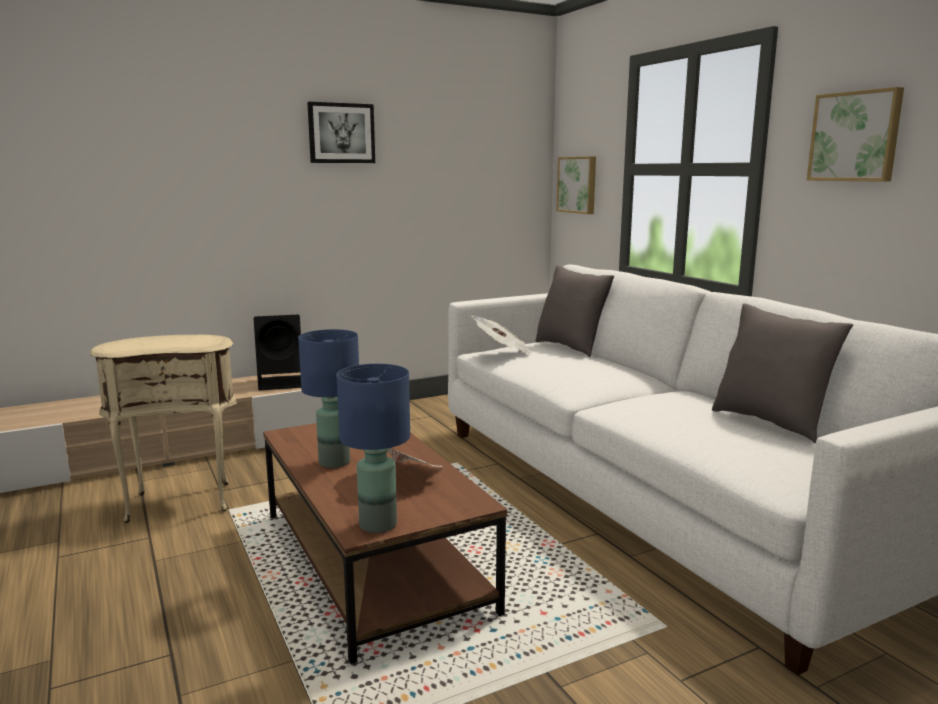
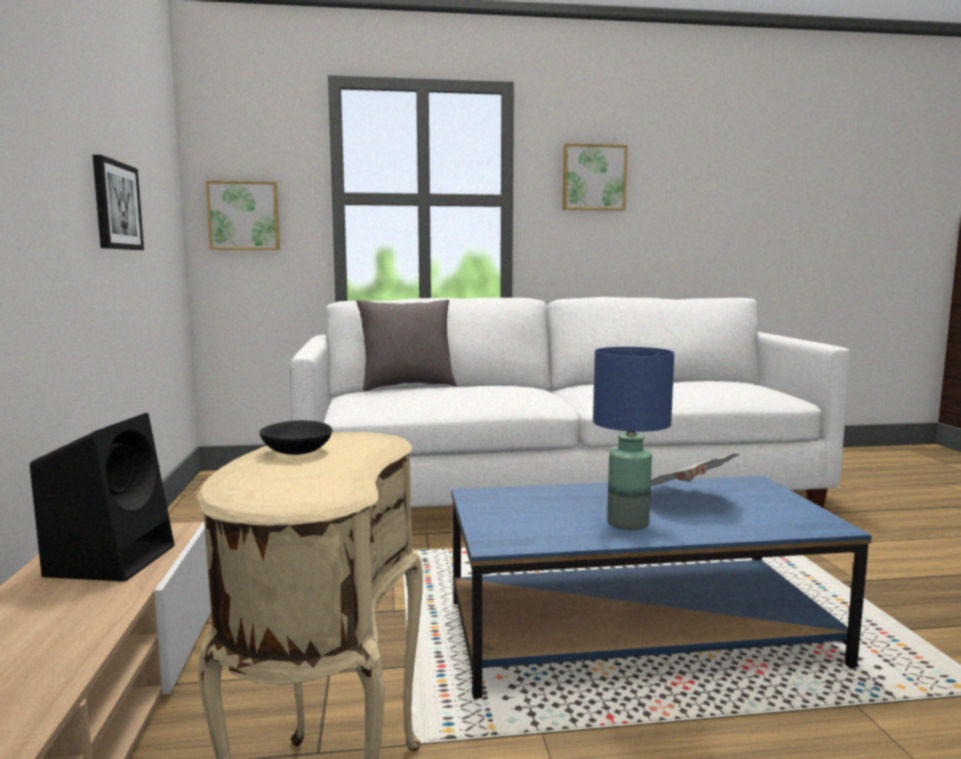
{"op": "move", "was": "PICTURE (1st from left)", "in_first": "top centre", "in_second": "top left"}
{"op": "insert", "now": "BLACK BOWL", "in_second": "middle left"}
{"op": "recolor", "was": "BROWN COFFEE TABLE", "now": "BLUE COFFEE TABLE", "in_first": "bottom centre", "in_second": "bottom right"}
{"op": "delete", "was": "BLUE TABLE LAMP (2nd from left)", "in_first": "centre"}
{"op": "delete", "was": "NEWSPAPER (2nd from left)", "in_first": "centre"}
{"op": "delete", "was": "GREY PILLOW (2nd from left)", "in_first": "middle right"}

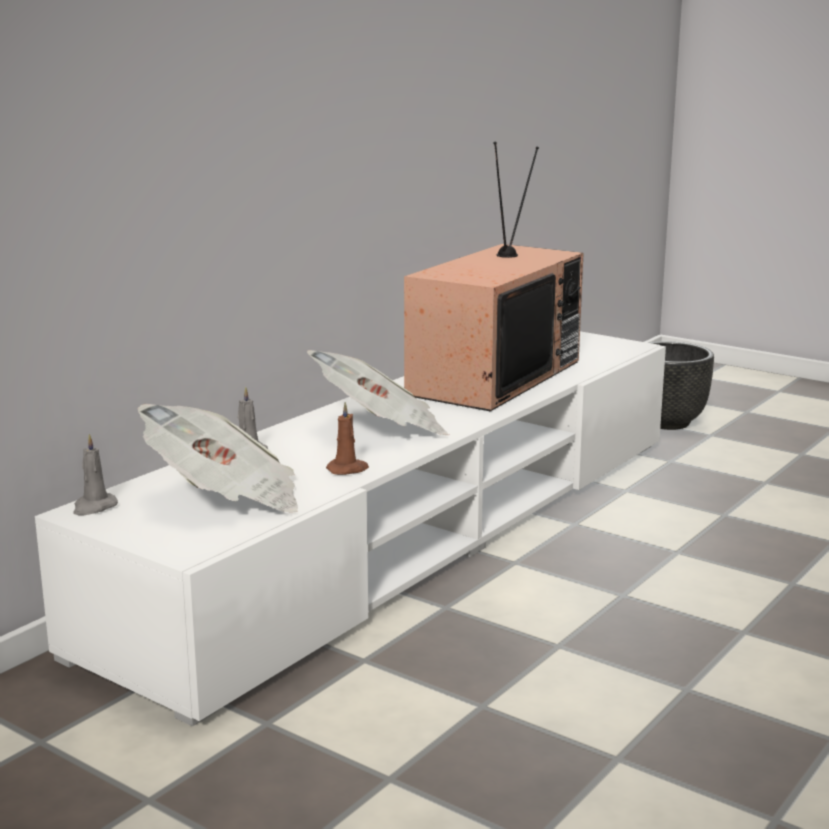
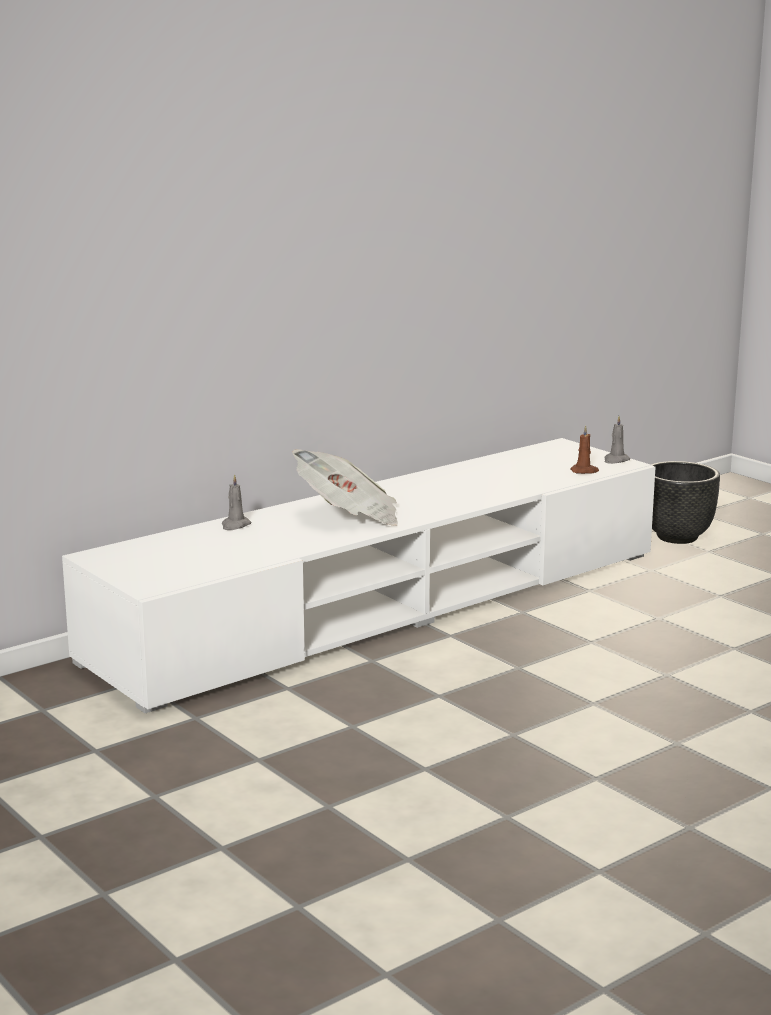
{"op": "move", "was": "BROWN CANDLE", "in_first": "centre", "in_second": "middle right"}
{"op": "move", "was": "GREY CANDLE (1st from left in the first image)", "now": "GREY CANDLE (2nd from left)", "in_first": "middle left", "in_second": "middle right"}
{"op": "delete", "was": "NEWSPAPER (1st from left)", "in_first": "middle left"}
{"op": "delete", "was": "TELEVISION", "in_first": "top centre"}

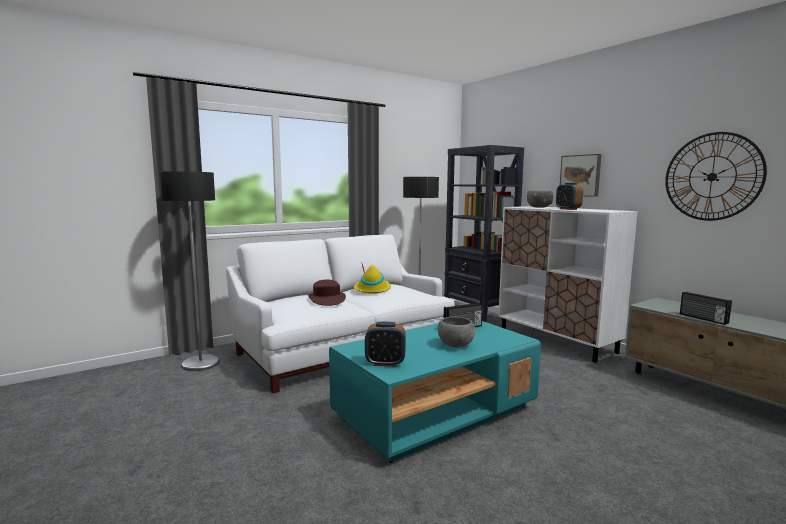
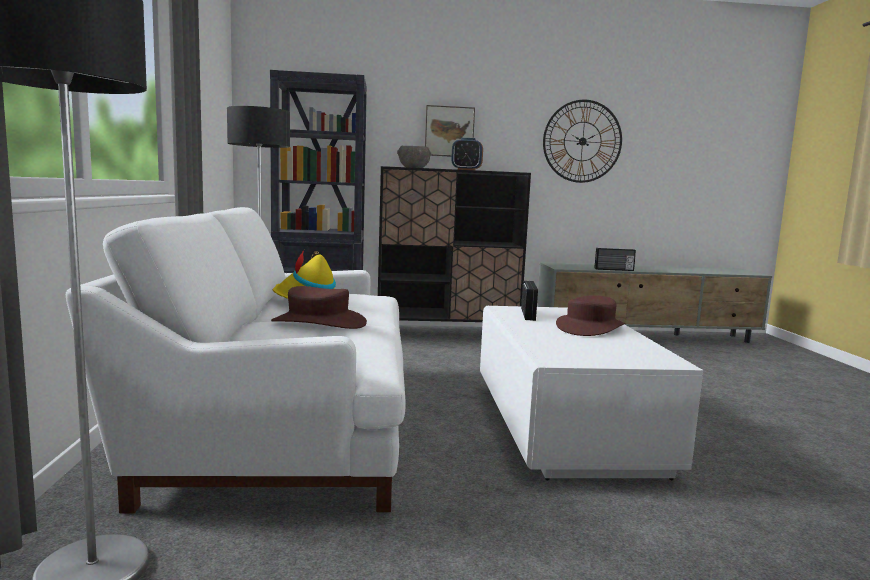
{"op": "recolor", "was": "WHITE CABINET", "now": "BLACK CABINET", "in_first": "middle right", "in_second": "centre"}
{"op": "recolor", "was": "TURQUOISE COFFEE TABLE", "now": "WHITE COFFEE TABLE", "in_first": "bottom centre", "in_second": "bottom right"}
{"op": "replace", "was": "GREY BOWL (1st from left)", "now": "BROWN HAT (2nd from left)", "in_first": "centre", "in_second": "middle right"}
{"op": "delete", "was": "ALARM CLOCK (1st from left)", "in_first": "centre"}

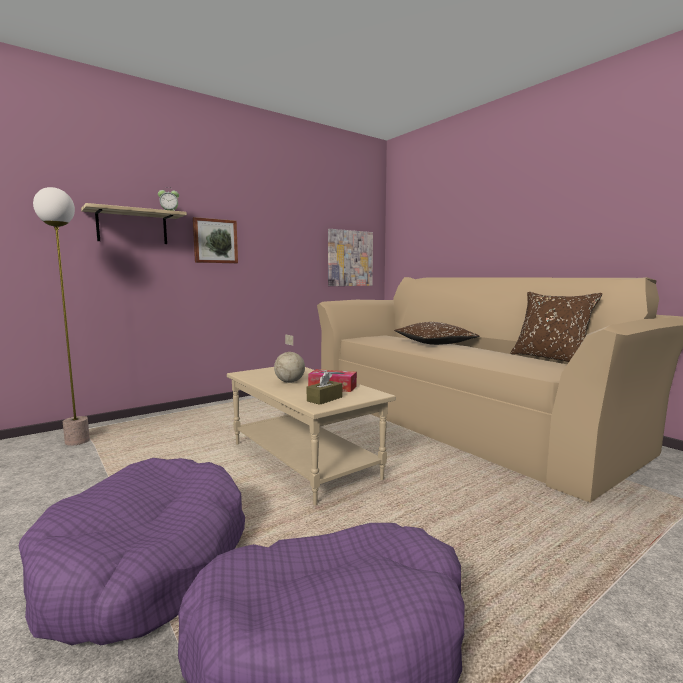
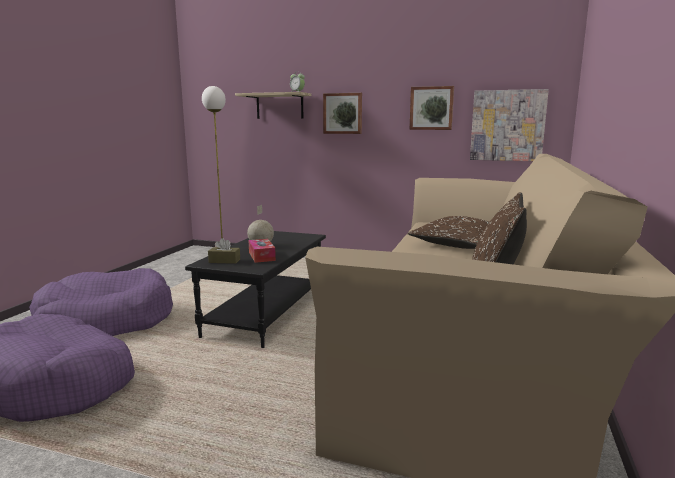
{"op": "recolor", "was": "BEIGE COFFEE TABLE", "now": "BLACK COFFEE TABLE", "in_first": "centre", "in_second": "centre"}
{"op": "insert", "now": "PICTURE (2nd from left)", "in_second": "top centre"}

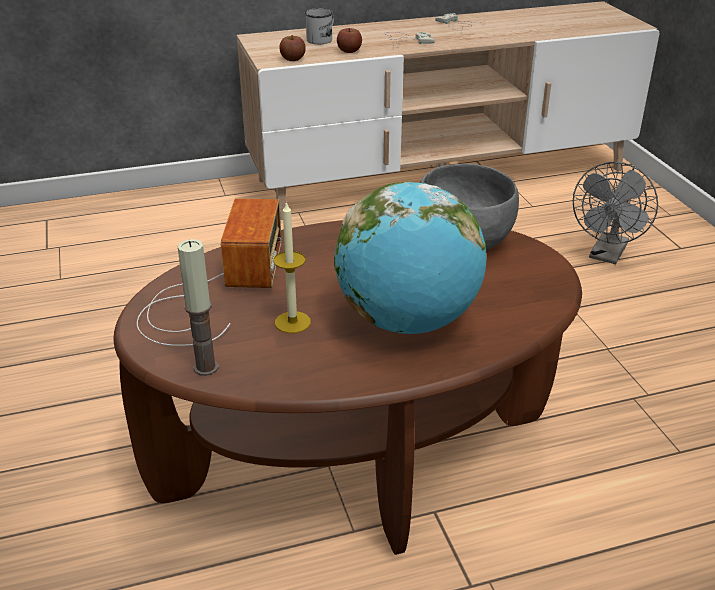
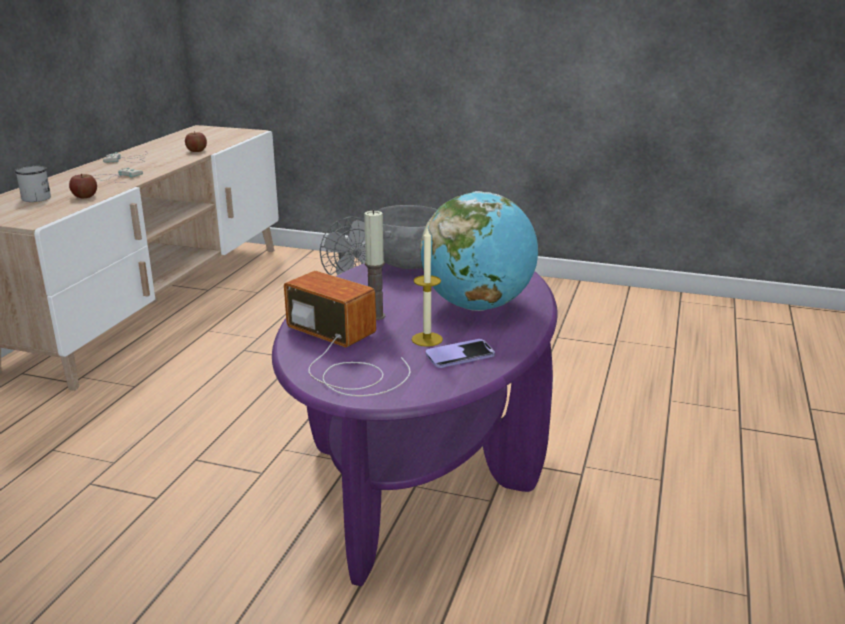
{"op": "move", "was": "APPLE (1st from left in the first image)", "now": "APPLE (2nd from left)", "in_first": "top centre", "in_second": "top left"}
{"op": "recolor", "was": "BROWN COFFEE TABLE", "now": "PURPLE COFFEE TABLE", "in_first": "centre", "in_second": "bottom centre"}
{"op": "move", "was": "CANDLE (1st from left)", "in_first": "middle left", "in_second": "centre"}
{"op": "insert", "now": "PHONE", "in_second": "centre"}

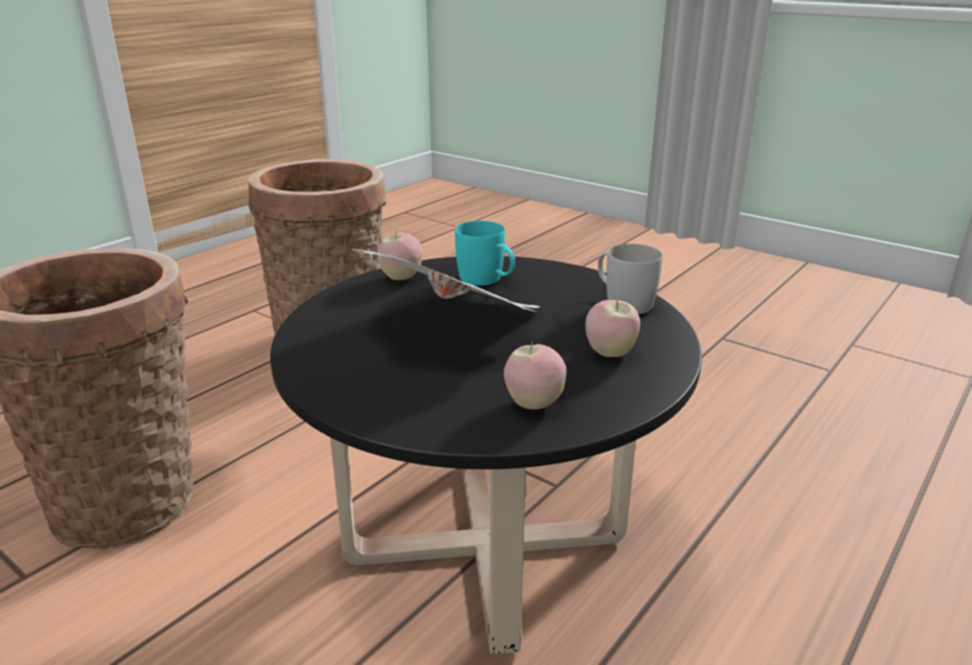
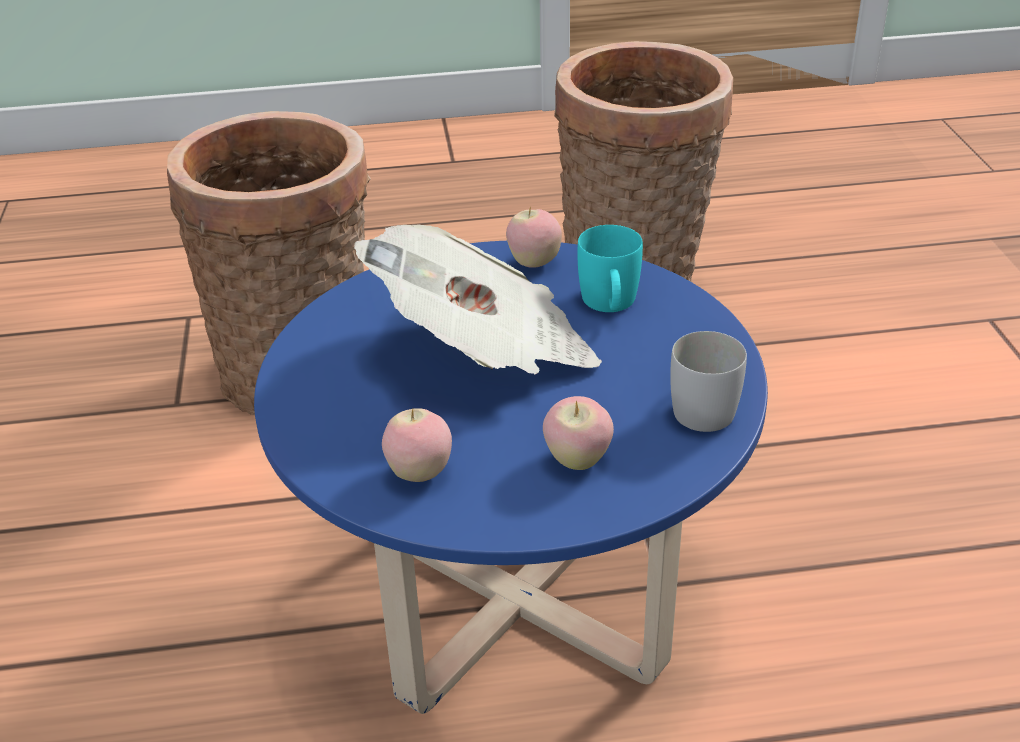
{"op": "recolor", "was": "BLACK COFFEE TABLE", "now": "BLUE COFFEE TABLE", "in_first": "bottom centre", "in_second": "centre"}

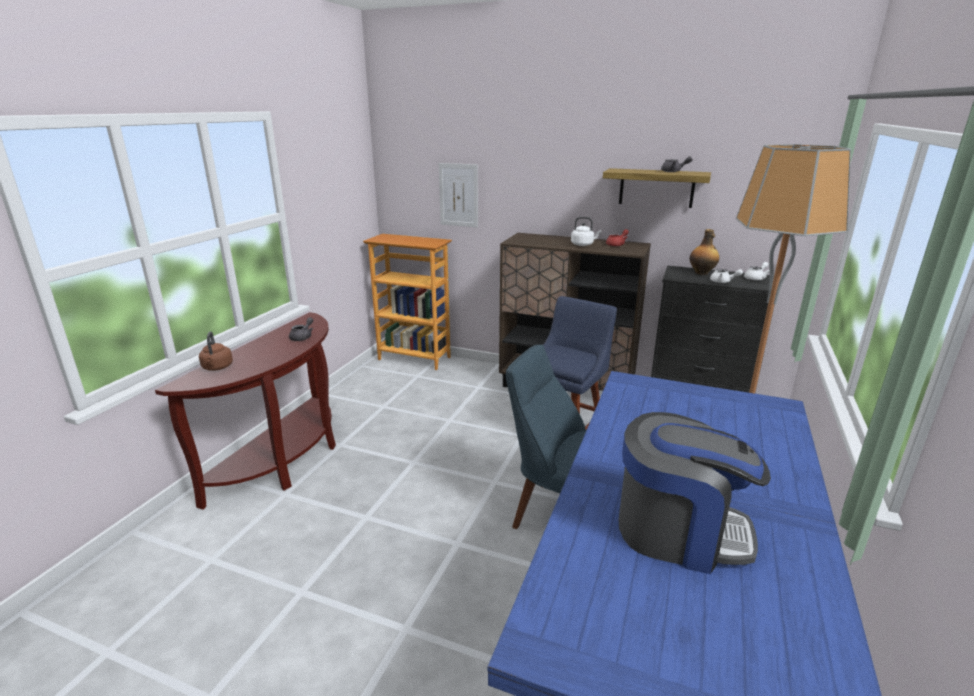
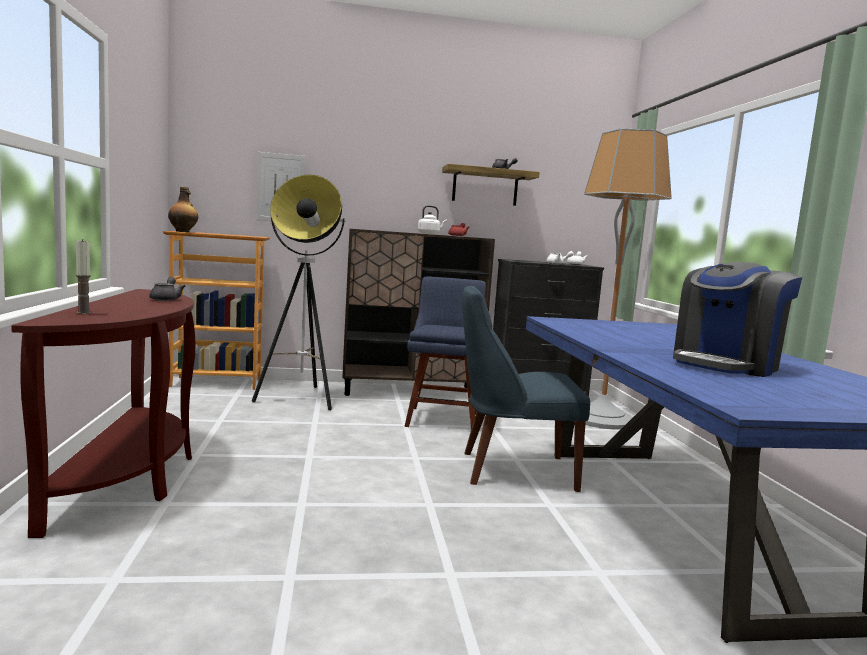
{"op": "replace", "was": "BROWN KETTLE", "now": "CANDLE", "in_first": "middle left", "in_second": "middle left"}
{"op": "move", "was": "BOTTLE", "in_first": "middle right", "in_second": "top left"}
{"op": "insert", "now": "FLOOR LAMP (1st from left)", "in_second": "centre"}
{"op": "rotate", "was": "COFFEE MACHINE", "in_first": "bottom right", "in_second": "middle right", "clockwise": 150}

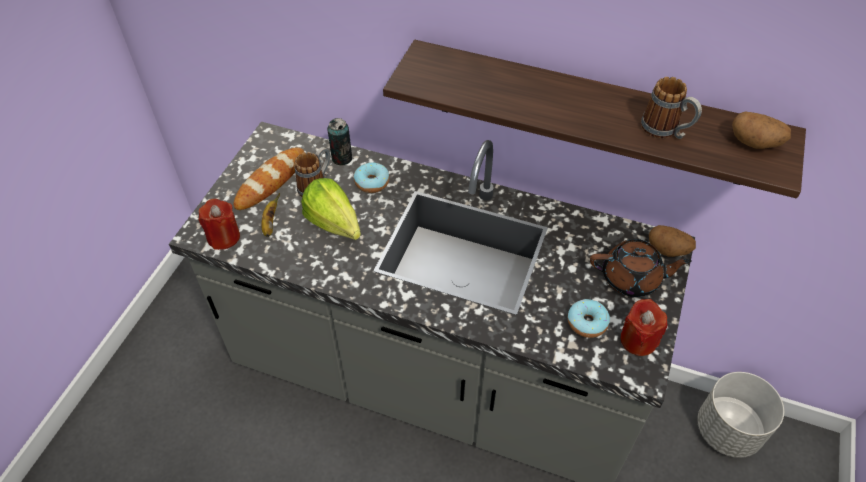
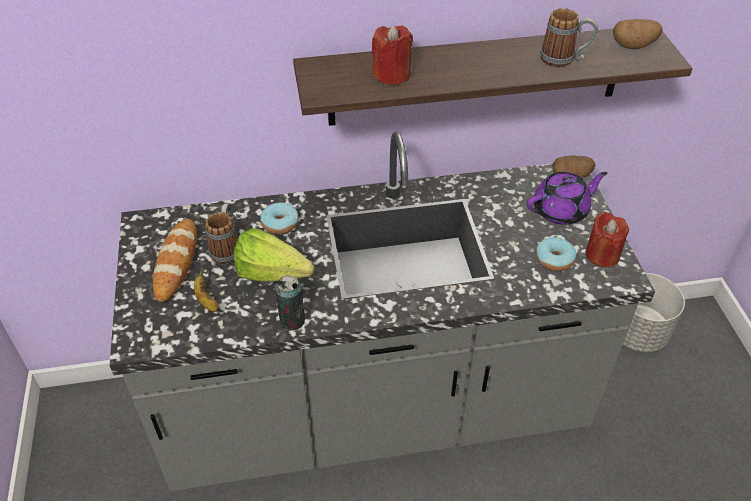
{"op": "move", "was": "CAN", "in_first": "top centre", "in_second": "centre"}
{"op": "move", "was": "RED CANDLE (1st from left)", "in_first": "middle left", "in_second": "top centre"}
{"op": "recolor", "was": "BROWN TEAPOT", "now": "PURPLE TEAPOT", "in_first": "middle right", "in_second": "middle right"}

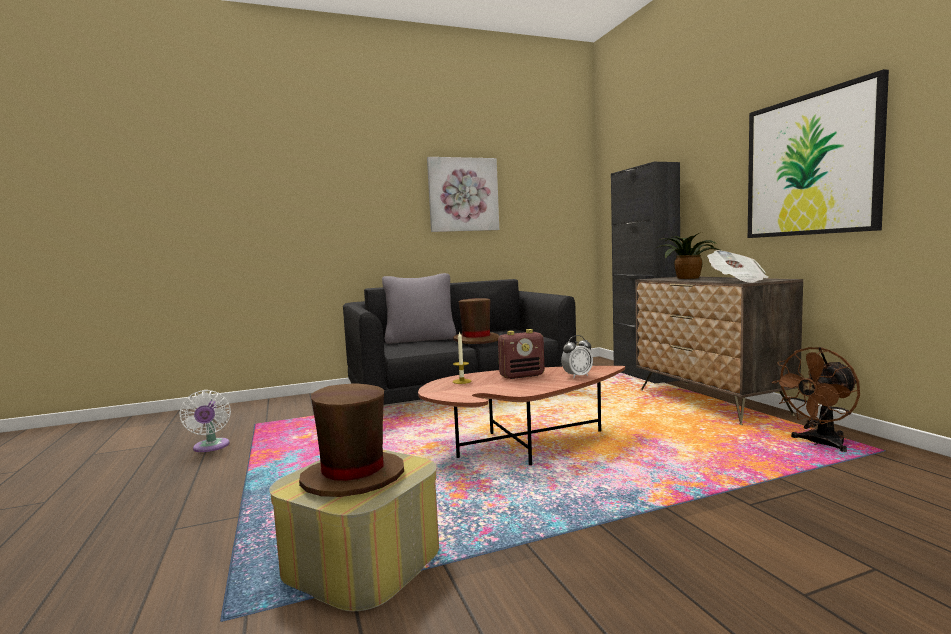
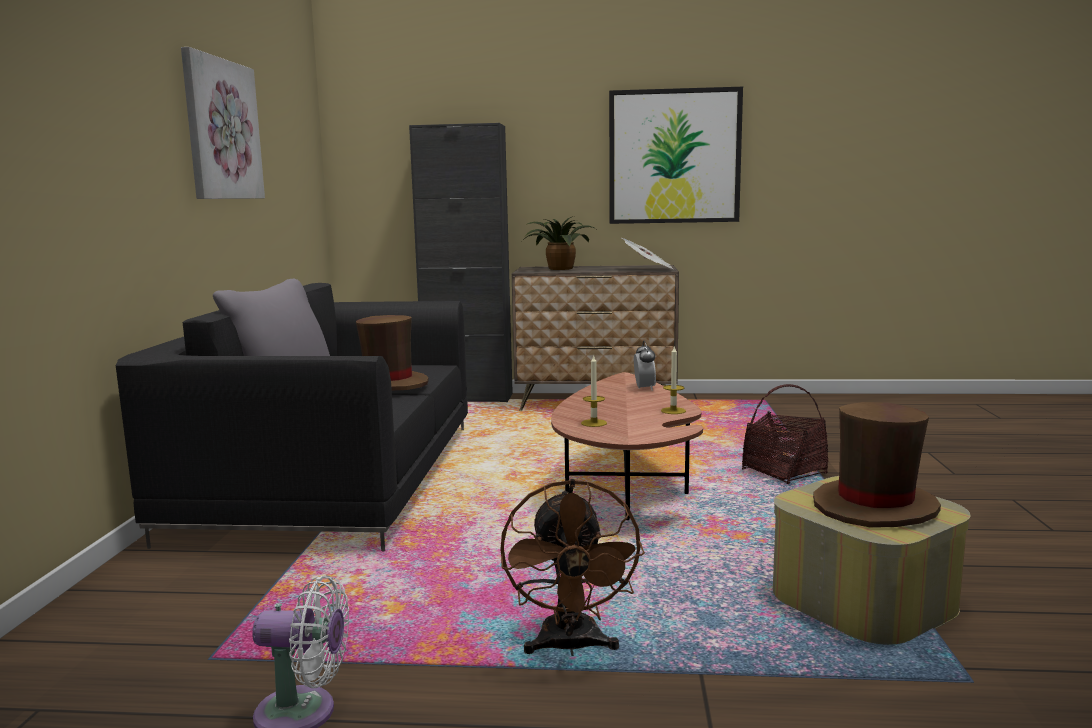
{"op": "move", "was": "BROWN FAN", "in_first": "middle right", "in_second": "bottom centre"}
{"op": "insert", "now": "CANDLE (2nd from left)", "in_second": "centre"}
{"op": "insert", "now": "BASKET", "in_second": "middle right"}
{"op": "delete", "was": "RADIO", "in_first": "centre"}

